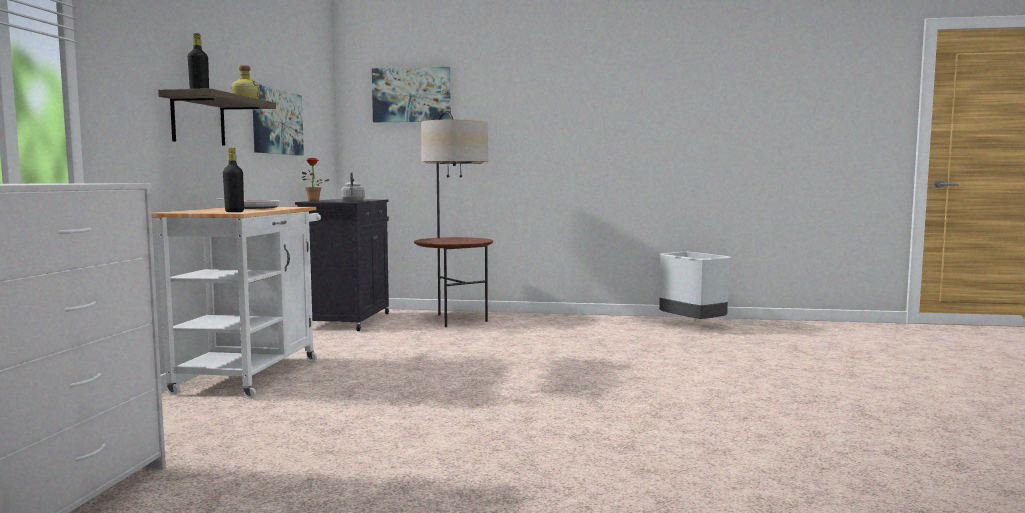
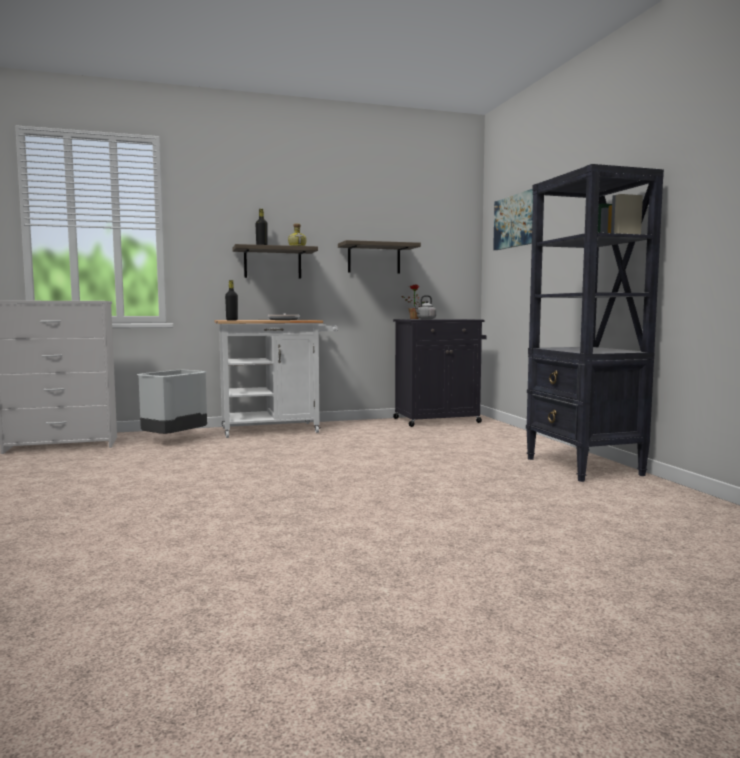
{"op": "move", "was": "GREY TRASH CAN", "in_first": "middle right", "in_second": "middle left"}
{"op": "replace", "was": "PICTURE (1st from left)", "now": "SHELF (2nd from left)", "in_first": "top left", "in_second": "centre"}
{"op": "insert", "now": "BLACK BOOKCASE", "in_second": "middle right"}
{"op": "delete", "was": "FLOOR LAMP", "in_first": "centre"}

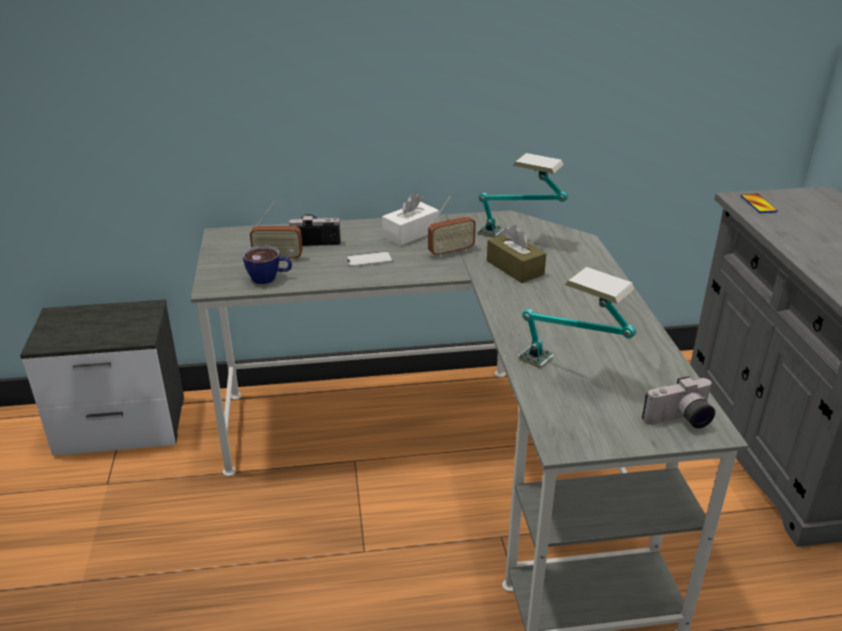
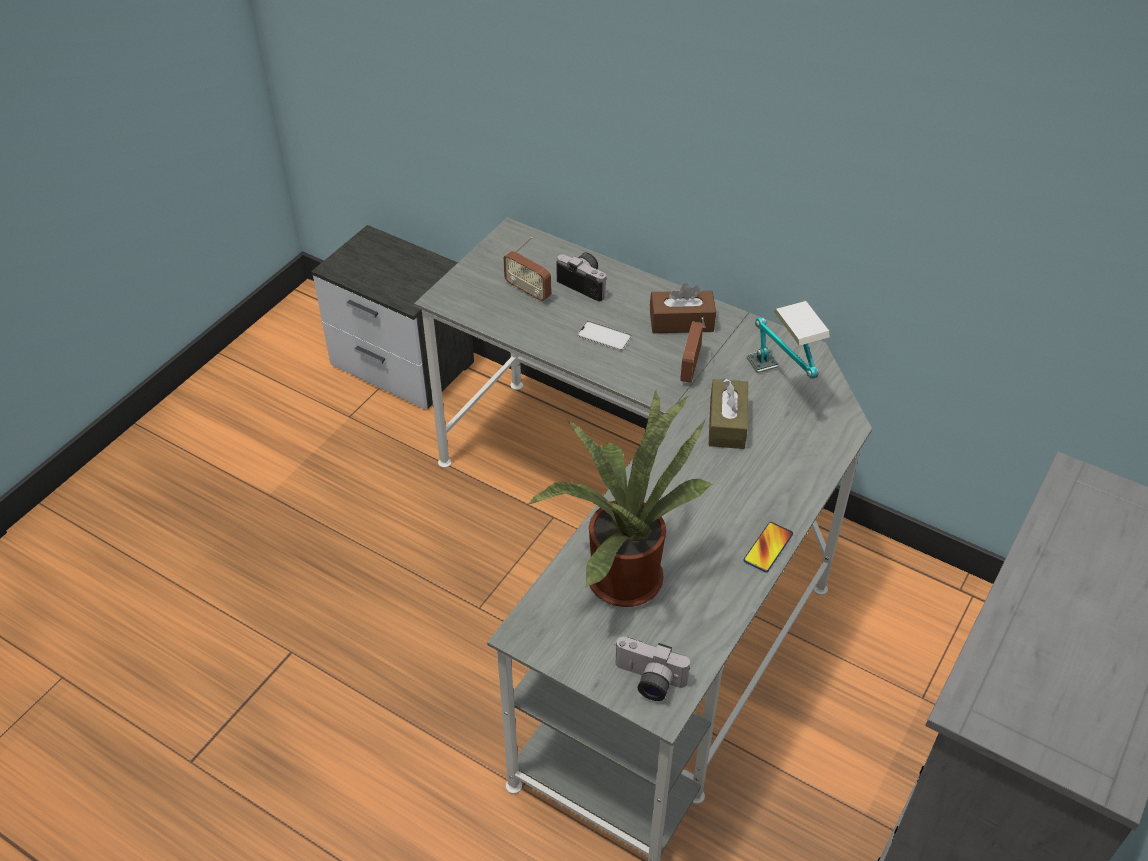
{"op": "replace", "was": "TABLE LAMP (2nd from left)", "now": "POTTED PLANT", "in_first": "middle right", "in_second": "centre"}
{"op": "recolor", "was": "WHITE TISSUE BOX", "now": "BROWN TISSUE BOX (1st from left)", "in_first": "centre", "in_second": "centre"}
{"op": "rotate", "was": "RADIO (2nd from left)", "in_first": "centre", "in_second": "centre", "clockwise": 90}
{"op": "move", "was": "PHONE (2nd from left)", "in_first": "top right", "in_second": "middle right"}
{"op": "delete", "was": "CUP", "in_first": "middle left"}

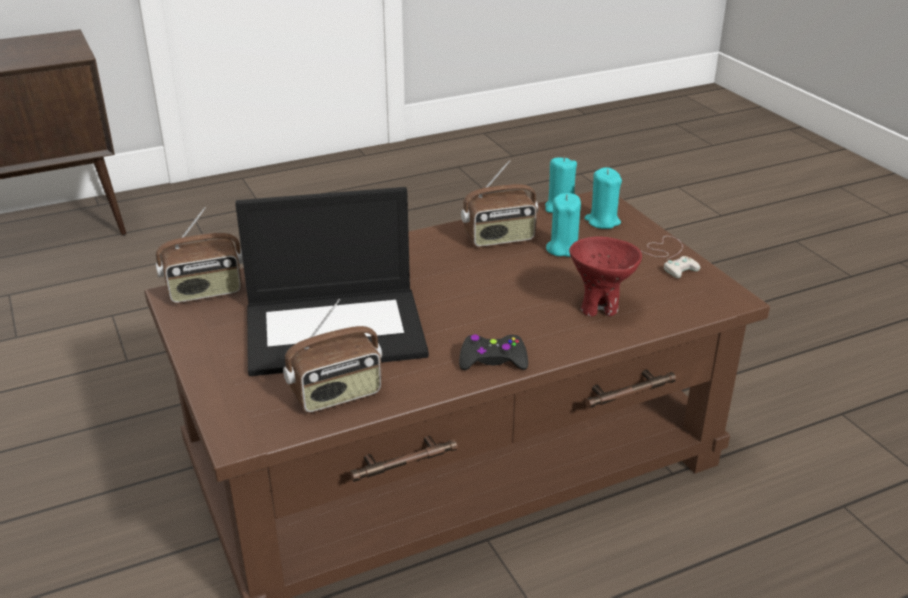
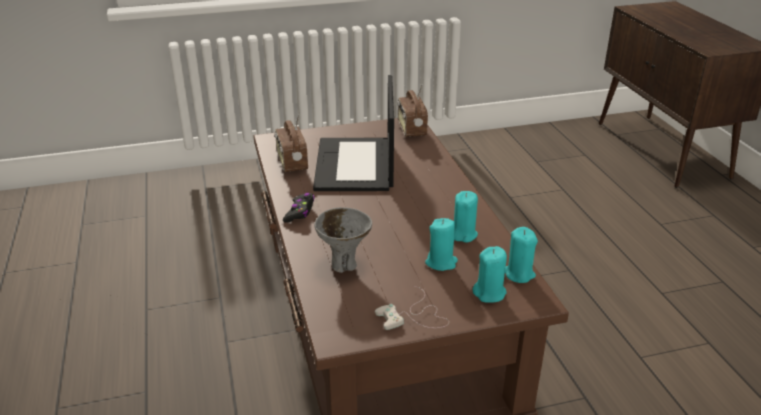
{"op": "recolor", "was": "RED BOWL", "now": "GREY BOWL", "in_first": "centre", "in_second": "centre"}
{"op": "replace", "was": "RADIO (3rd from left)", "now": "TURQUOISE CANDLE (2nd from left)", "in_first": "centre", "in_second": "centre"}

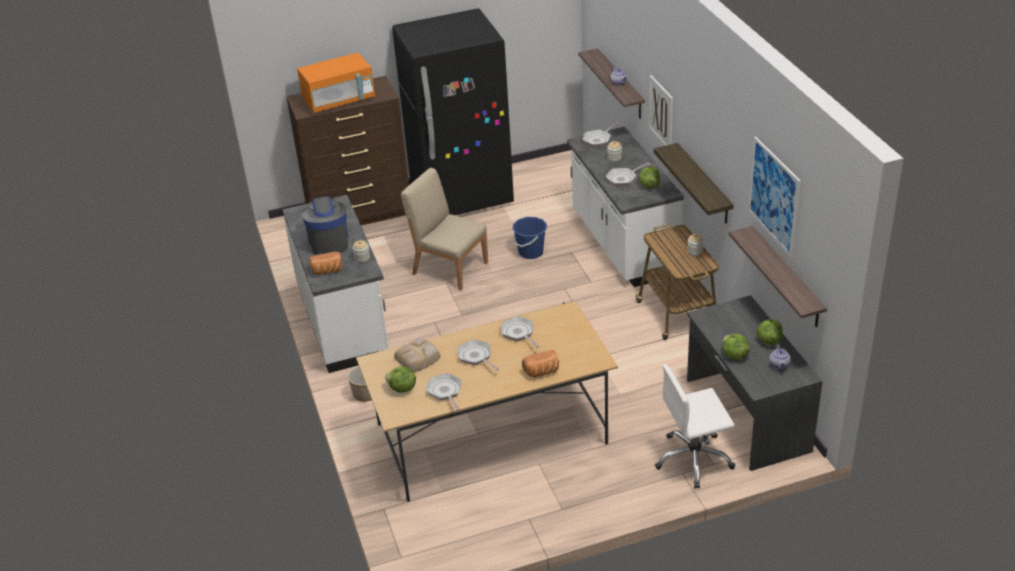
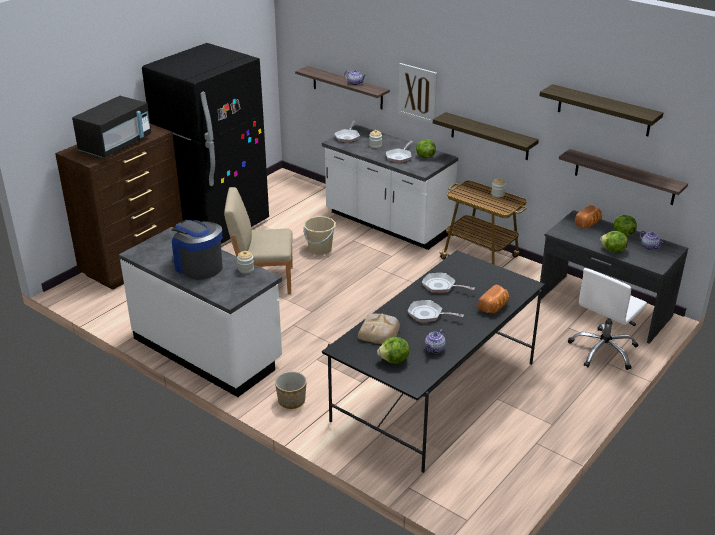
{"op": "recolor", "was": "ORANGE MICROWAVE", "now": "BLACK MICROWAVE", "in_first": "top left", "in_second": "top left"}
{"op": "recolor", "was": "BLUE BUCKET", "now": "BEIGE BUCKET", "in_first": "centre", "in_second": "centre"}
{"op": "recolor", "was": "BEIGE DINING TABLE", "now": "BLACK DINING TABLE", "in_first": "bottom centre", "in_second": "bottom centre"}
{"op": "replace", "was": "FRYING PAN (1st from left)", "now": "TEAPOT (2nd from left)", "in_first": "bottom centre", "in_second": "centre"}
{"op": "replace", "was": "PICTURE (2nd from left)", "now": "SHELF (3rd from left)", "in_first": "middle right", "in_second": "top right"}
{"op": "move", "was": "BREAD (1st from left in the first image)", "now": "BREAD (3rd from left)", "in_first": "middle left", "in_second": "middle right"}

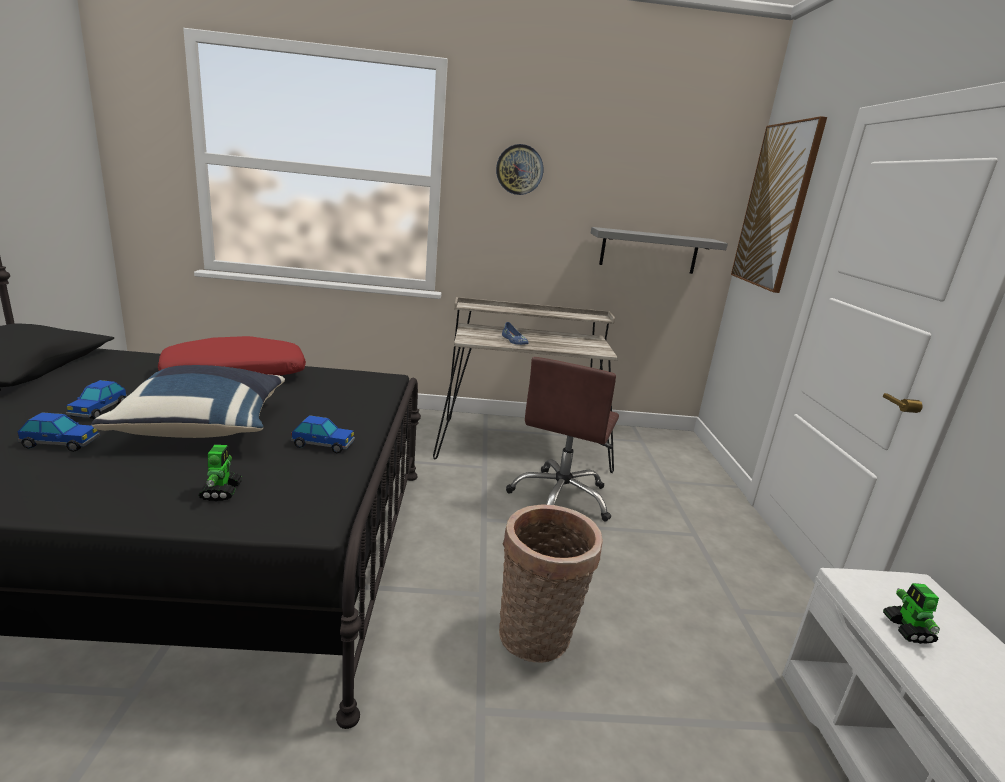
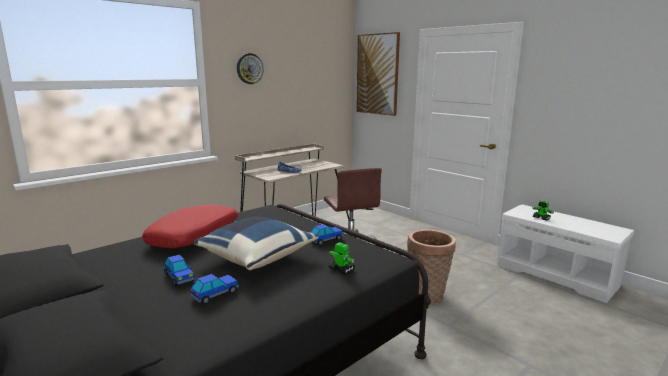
{"op": "delete", "was": "GREY SHELF", "in_first": "top centre"}

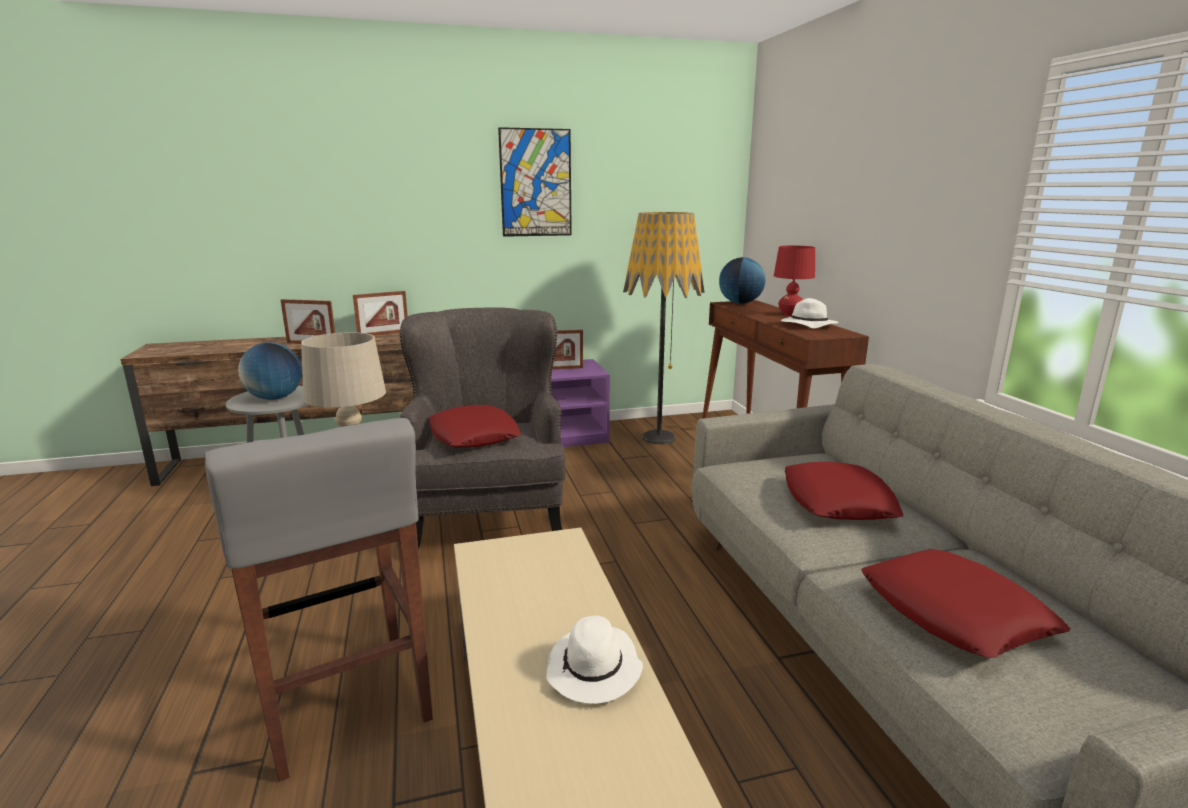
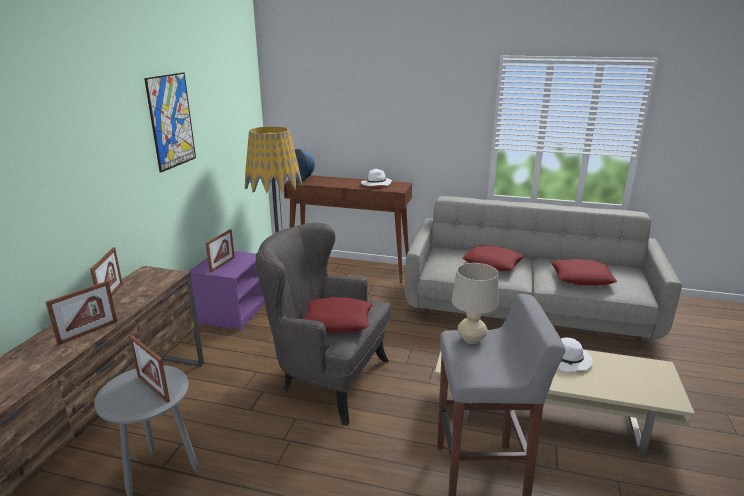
{"op": "replace", "was": "GLOBE (1st from left)", "now": "PICTURE FRAME (3rd from left)", "in_first": "middle left", "in_second": "bottom left"}
{"op": "delete", "was": "RED TABLE LAMP", "in_first": "middle right"}

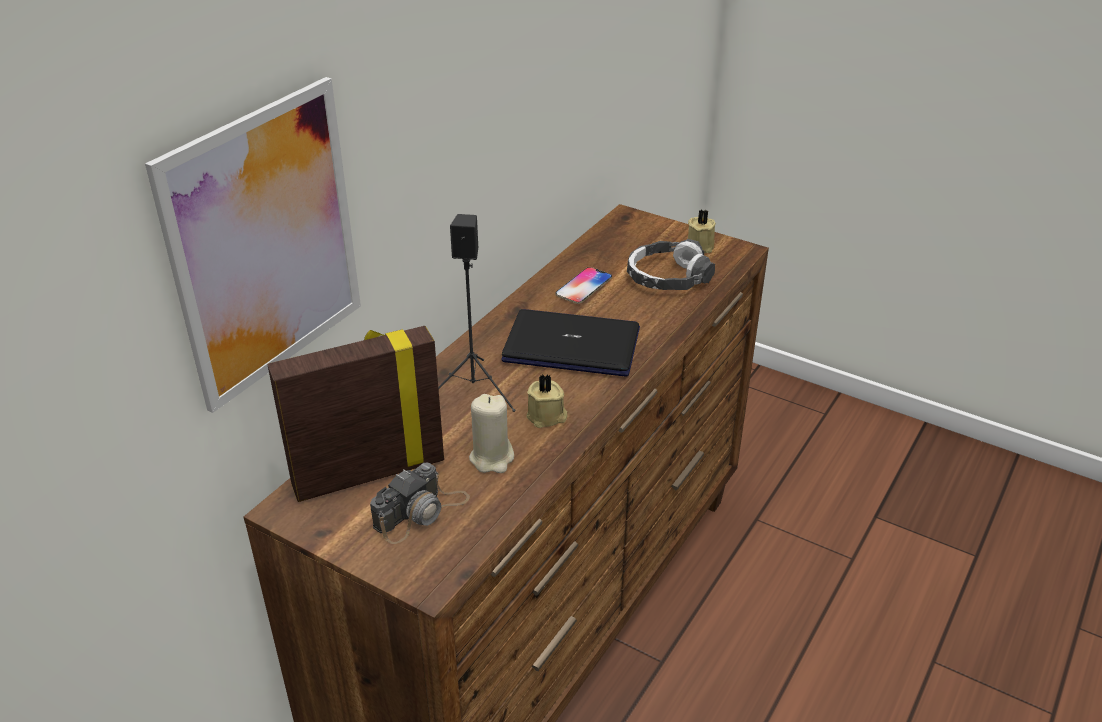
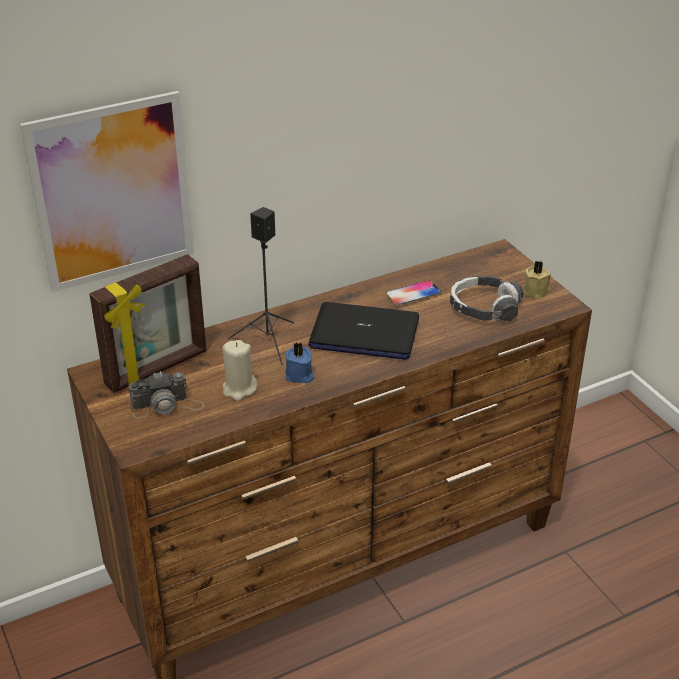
{"op": "rotate", "was": "PICTURE FRAME", "in_first": "middle left", "in_second": "middle left", "clockwise": 135}
{"op": "recolor", "was": "BEIGE CANDLE (2nd from left)", "now": "BLUE CANDLE", "in_first": "centre", "in_second": "centre"}
{"op": "rotate", "was": "LAPTOP", "in_first": "centre", "in_second": "centre", "clockwise": 150}

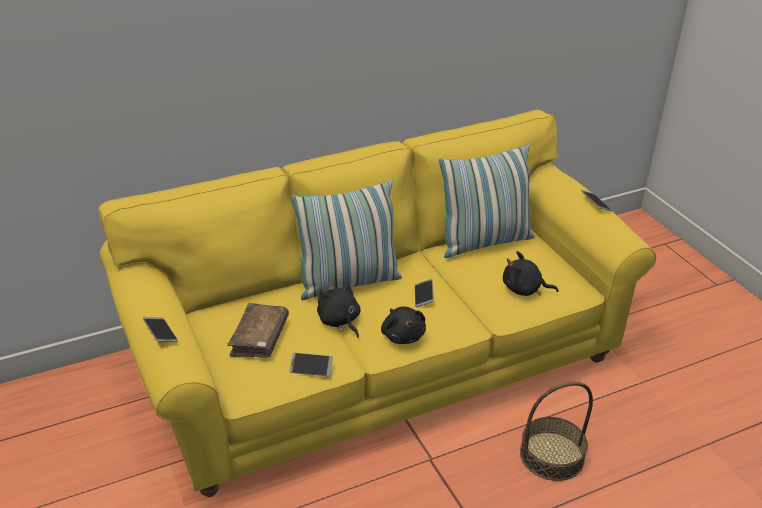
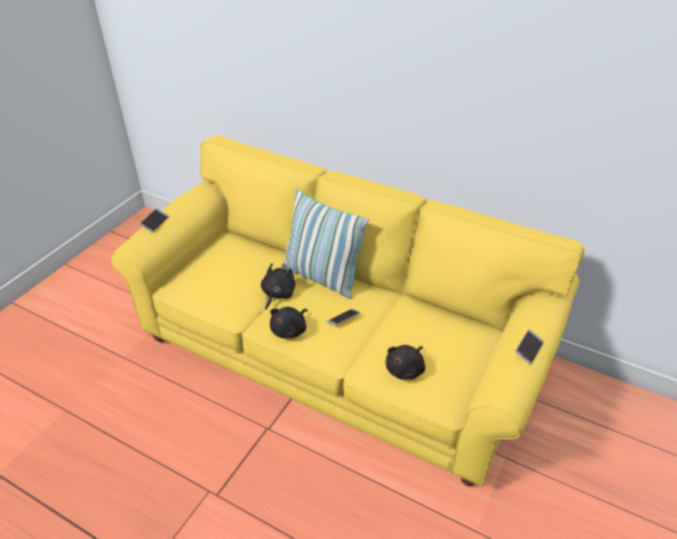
{"op": "rotate", "was": "BLACK PLUSH TOY (3rd from left)", "in_first": "middle right", "in_second": "bottom centre", "clockwise": -120}
{"op": "delete", "was": "BROWN BOOK", "in_first": "centre"}
{"op": "delete", "was": "PHONE (2nd from left)", "in_first": "bottom centre"}
{"op": "delete", "was": "PILLOW (2nd from left)", "in_first": "centre"}
{"op": "delete", "was": "BASKET", "in_first": "bottom right"}

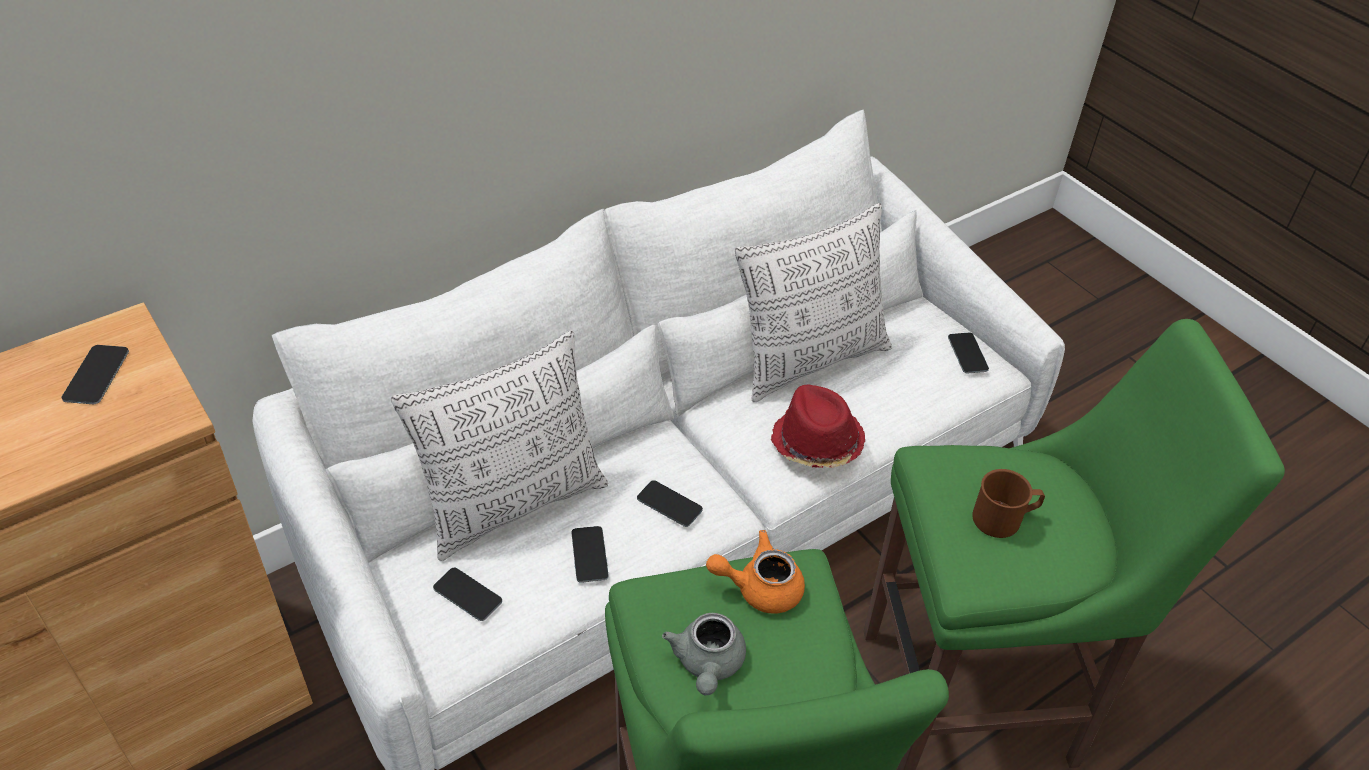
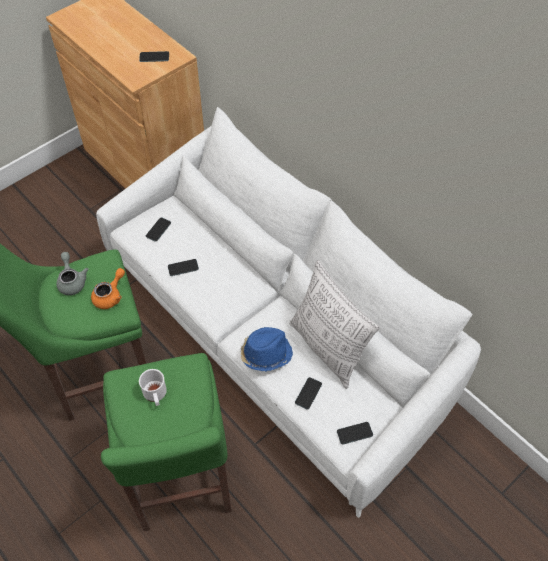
{"op": "rotate", "was": "GREY TEAPOT", "in_first": "bottom centre", "in_second": "middle left", "clockwise": 75}
{"op": "rotate", "was": "ORANGE TEAPOT", "in_first": "bottom centre", "in_second": "middle left", "clockwise": 45}
{"op": "recolor", "was": "BROWN MUG", "now": "WHITE MUG", "in_first": "middle right", "in_second": "bottom left"}
{"op": "recolor", "was": "RED HAT", "now": "BLUE HAT", "in_first": "centre", "in_second": "centre"}
{"op": "move", "was": "PHONE (4th from left)", "in_first": "centre", "in_second": "bottom centre"}
{"op": "delete", "was": "PILLOW (1st from left)", "in_first": "centre"}

